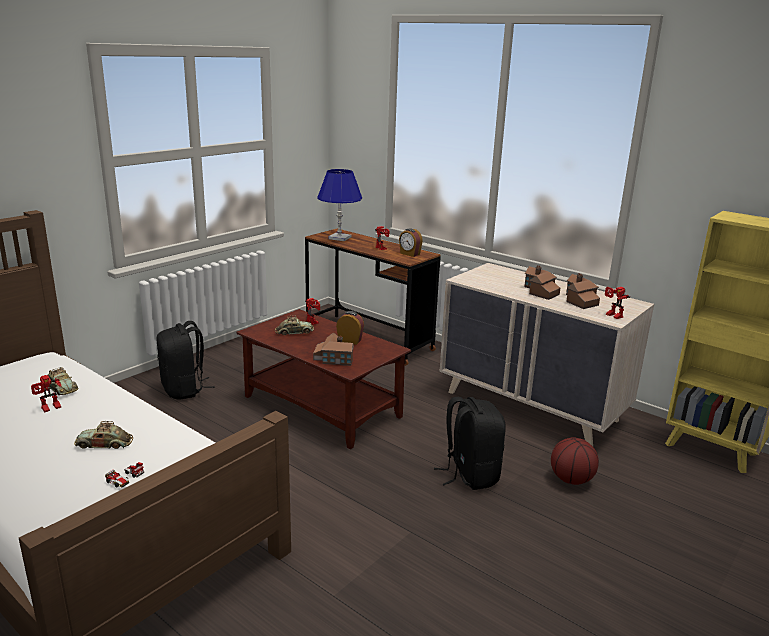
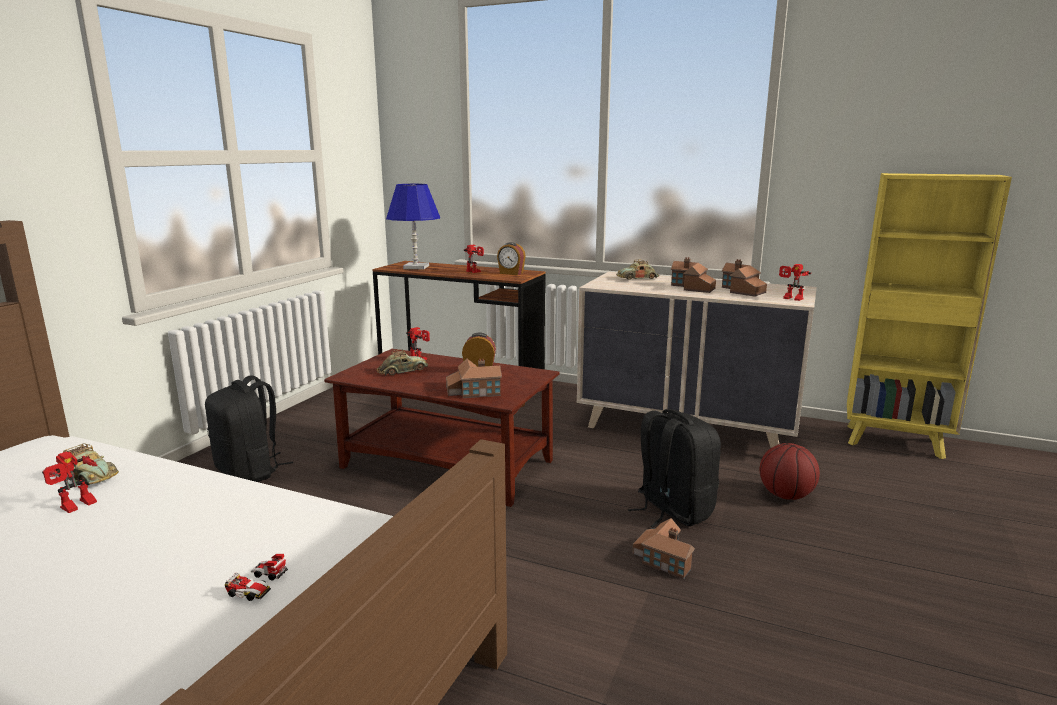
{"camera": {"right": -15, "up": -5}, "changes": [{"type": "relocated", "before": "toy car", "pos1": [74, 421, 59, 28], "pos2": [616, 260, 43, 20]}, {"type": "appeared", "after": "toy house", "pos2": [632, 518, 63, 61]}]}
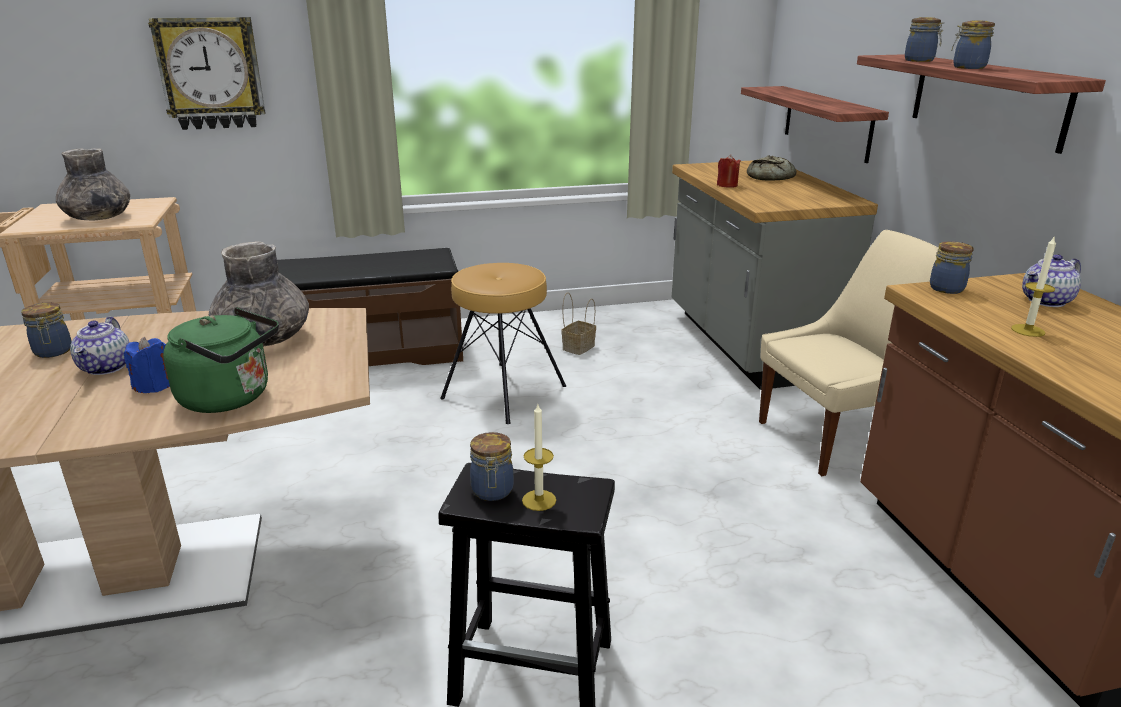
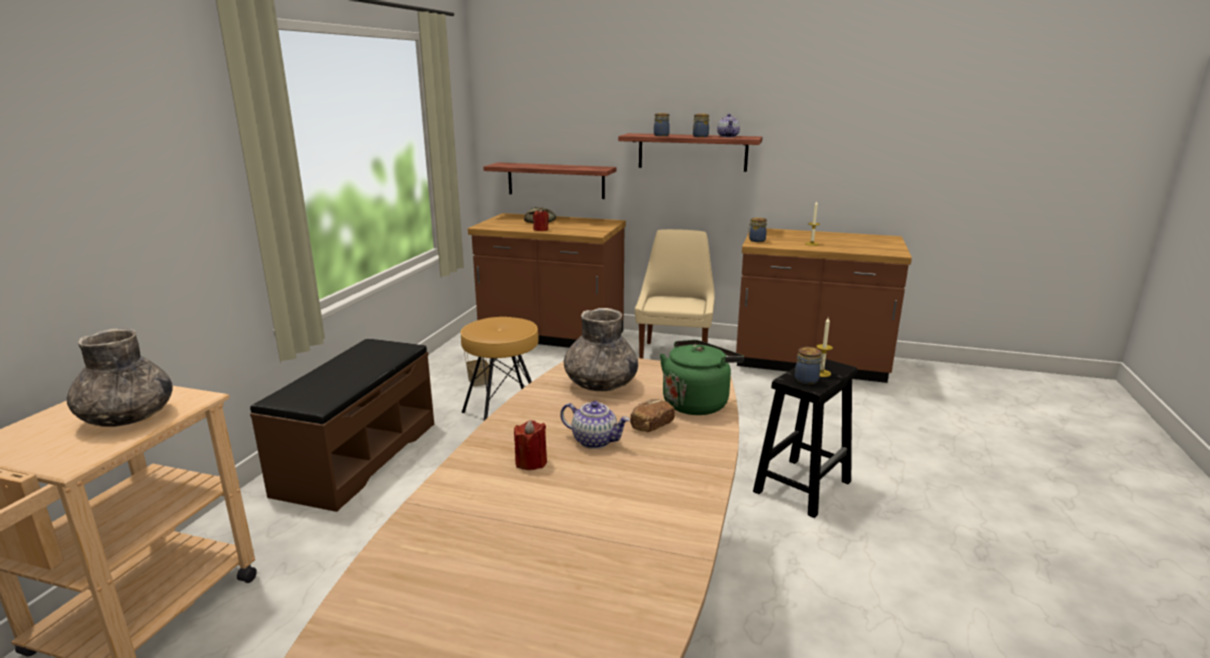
{"camera": {"right": -60, "up": -5}, "changes": [{"type": "colour", "before": "counter (grey)", "after": "counter (brown)", "pos1": [672, 160, 206, 230], "pos2": [468, 213, 158, 135]}, {"type": "exchanged", "before": "jar", "after": "candle (red)", "pos1": [21, 302, 51, 56], "pos2": [514, 420, 33, 50]}, {"type": "exchanged", "before": "candle (blue)", "after": "bread", "pos1": [124, 337, 46, 56], "pos2": [630, 399, 45, 33]}, {"type": "relocated", "before": "teapot", "pos1": [1022, 254, 59, 53], "pos2": [717, 114, 23, 23]}, {"type": "missing", "before": "wall clock", "pos1": [148, 17, 117, 113]}]}
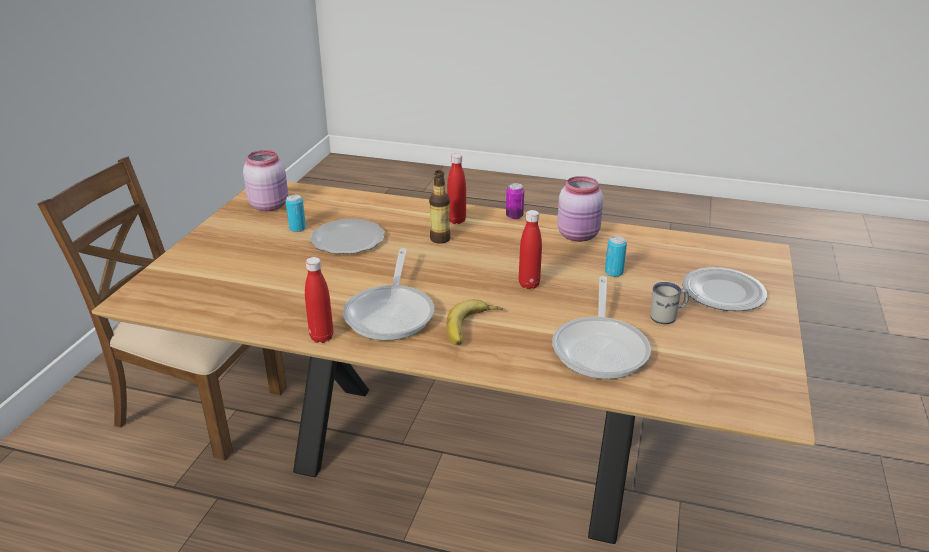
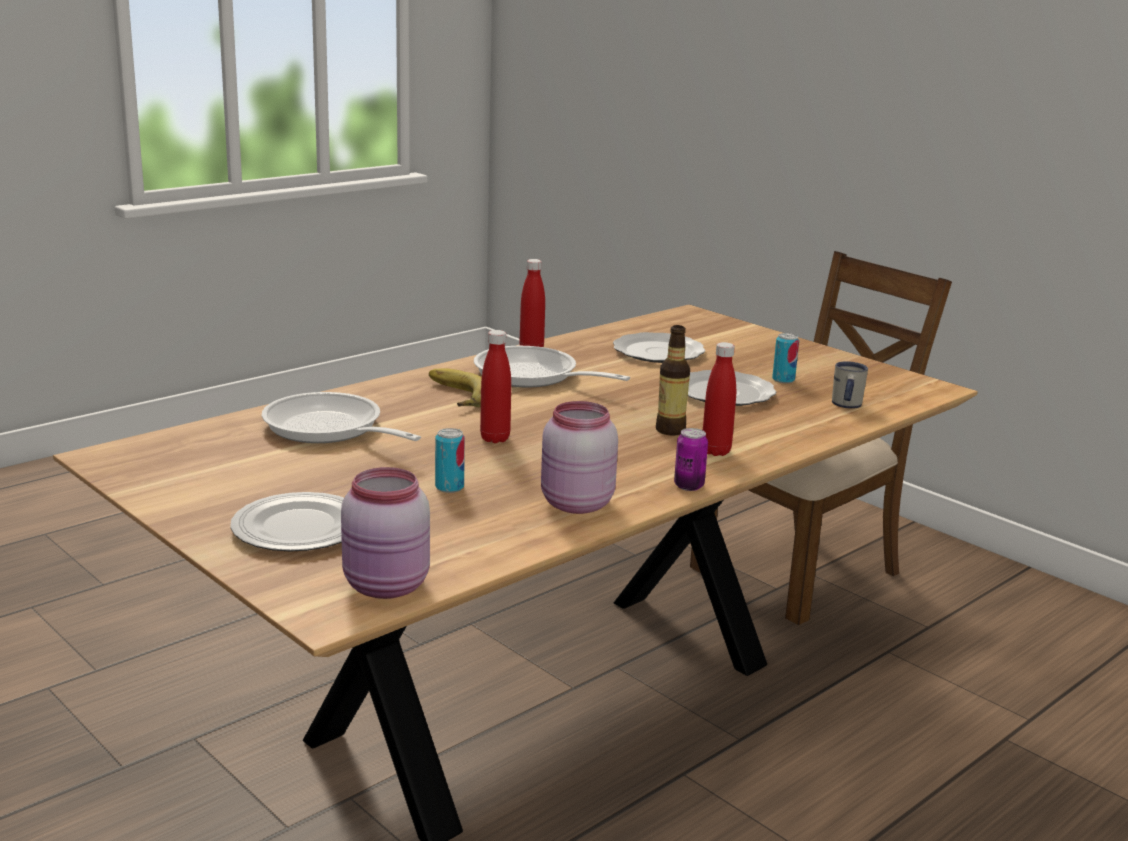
{"camera": {"right": 120, "up": -10}, "changes": [{"type": "relocated", "before": "jar (pink)", "pos1": [243, 150, 45, 61], "pos2": [341, 467, 89, 132]}, {"type": "appeared", "after": "plate", "pos2": [613, 332, 92, 31]}, {"type": "relocated", "before": "mug (white)", "pos1": [650, 282, 39, 42], "pos2": [832, 361, 36, 48]}]}
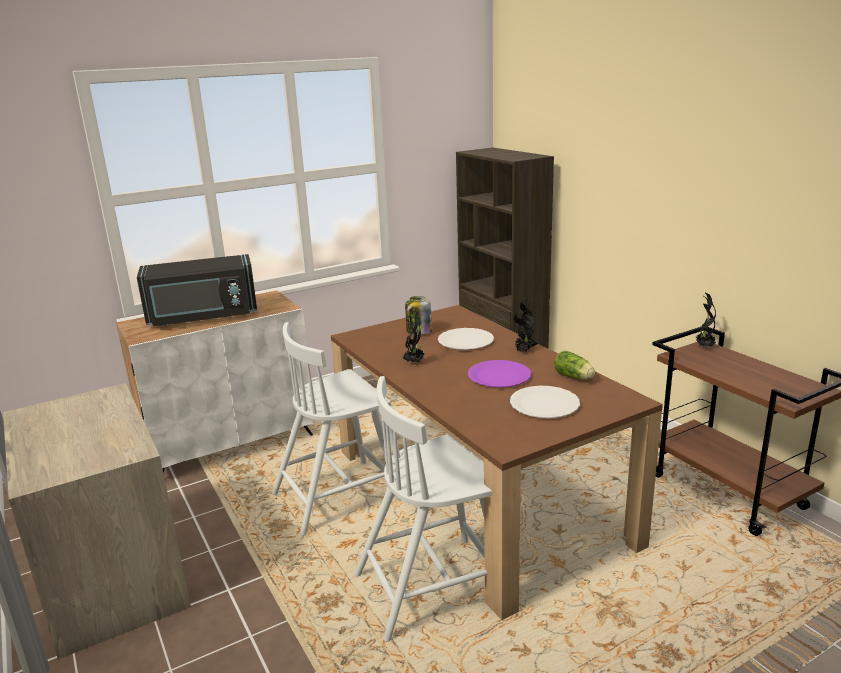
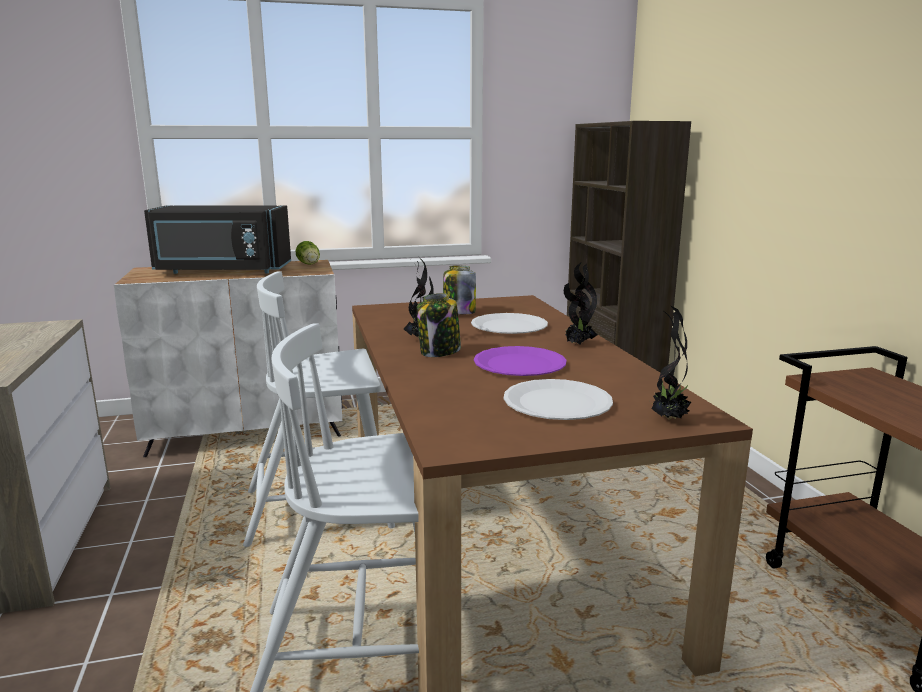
{"camera": {"right": 15, "up": -5}, "changes": [{"type": "relocated", "before": "lettuce", "pos1": [554, 351, 41, 29], "pos2": [296, 241, 24, 24]}, {"type": "appeared", "after": "jar", "pos2": [417, 293, 44, 64]}, {"type": "relocated", "before": "potted plant", "pos1": [696, 293, 20, 55], "pos2": [649, 305, 42, 115]}]}
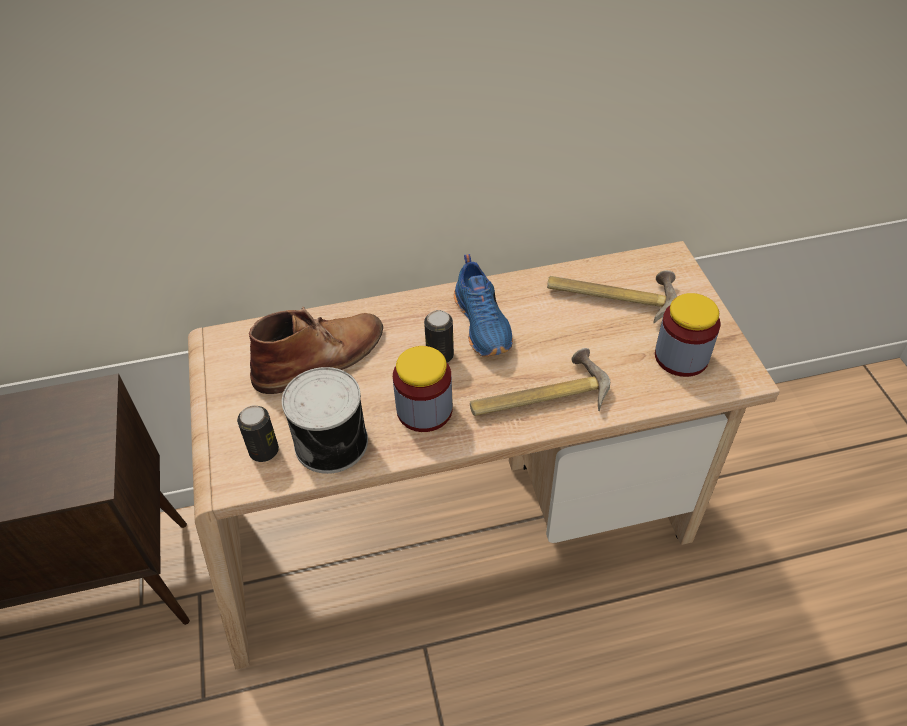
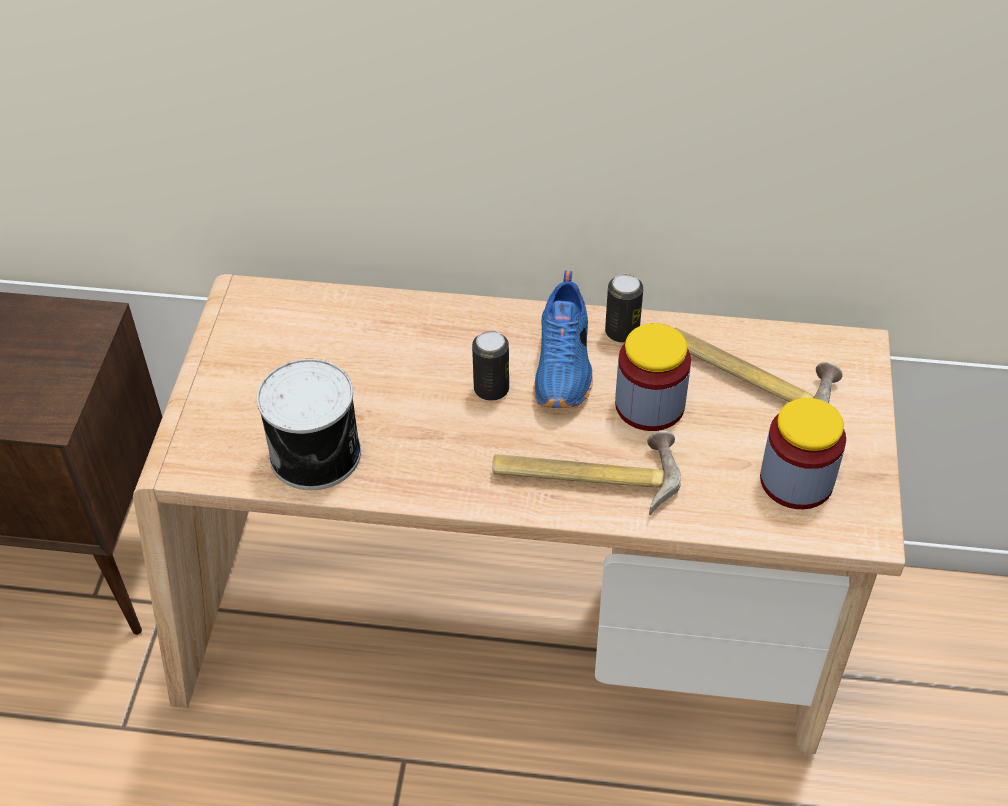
{"camera": {"right": 20, "up": 0}, "changes": [{"type": "relocated", "before": "can", "pos1": [237, 405, 42, 57], "pos2": [605, 274, 38, 68]}, {"type": "relocated", "before": "jar", "pos1": [393, 346, 60, 86], "pos2": [615, 323, 76, 108]}, {"type": "missing", "before": "boot (brown)", "pos1": [249, 307, 134, 87]}]}
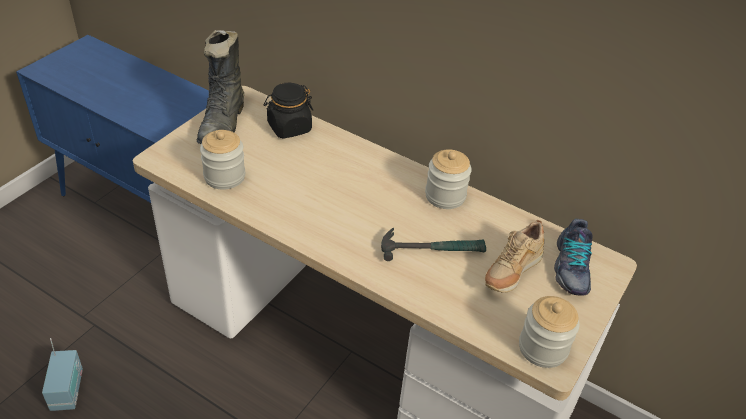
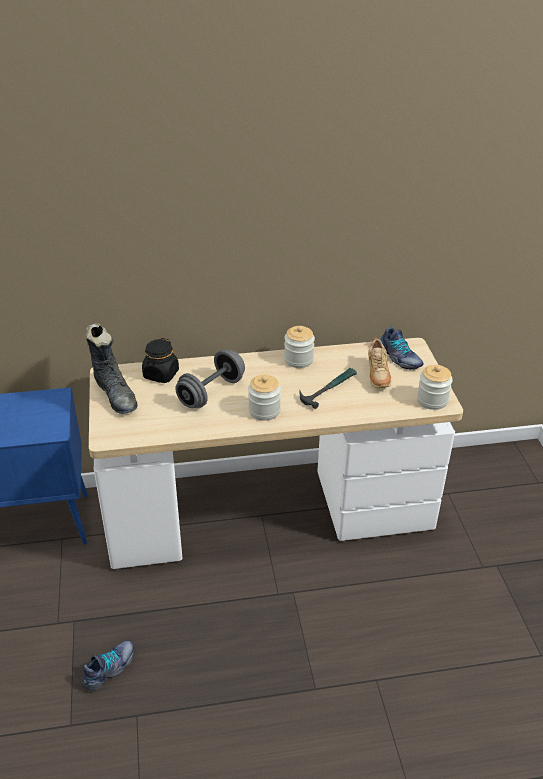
{"camera": {"right": -40, "up": -5}, "changes": [{"type": "exchanged", "before": "radio", "after": "shoe", "pos1": [42, 338, 41, 73], "pos2": [82, 640, 52, 51]}, {"type": "appeared", "after": "dumbbell (grey)", "pos2": [175, 350, 70, 58]}, {"type": "relocated", "before": "jar", "pos1": [200, 130, 45, 60], "pos2": [248, 375, 33, 46]}]}
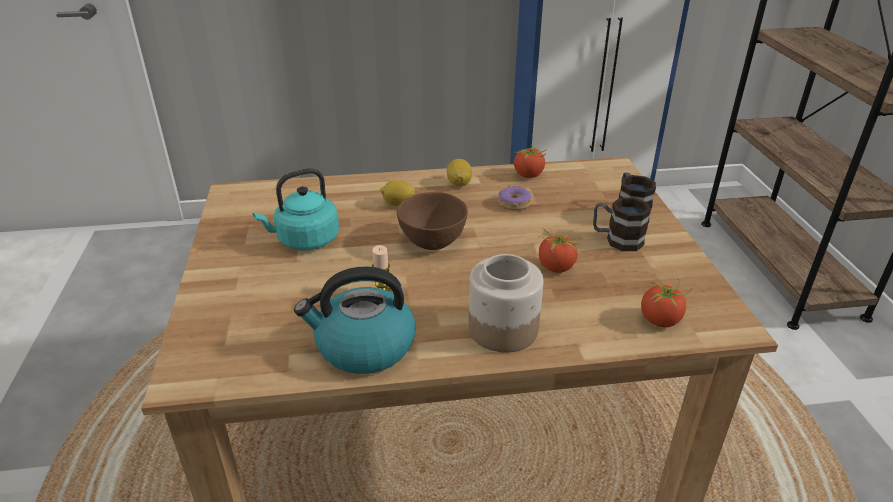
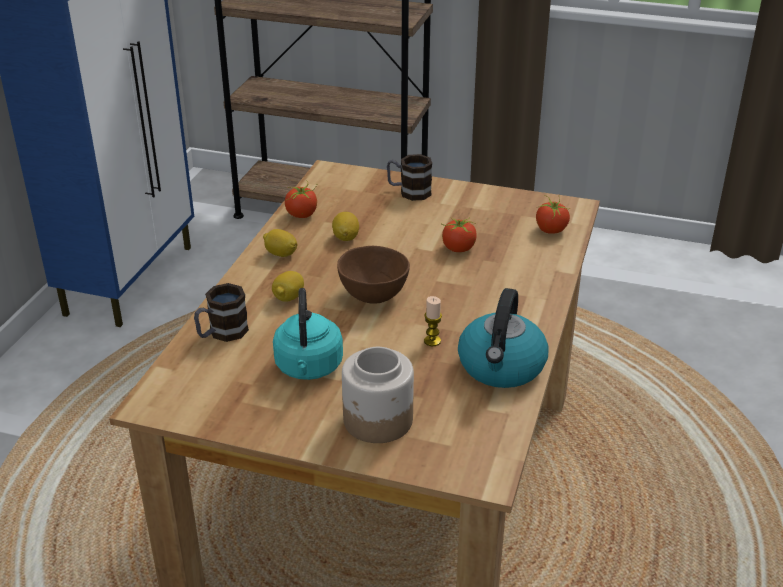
{"camera": {"right": -65, "up": 0}, "changes": [{"type": "relocated", "before": "mug", "pos1": [593, 197, 58, 54], "pos2": [194, 283, 55, 59]}, {"type": "exchanged", "before": "donut", "after": "lemon", "pos1": [498, 186, 33, 25], "pos2": [332, 212, 27, 29]}, {"type": "relocated", "before": "jar", "pos1": [468, 254, 75, 99], "pos2": [342, 347, 72, 96]}]}
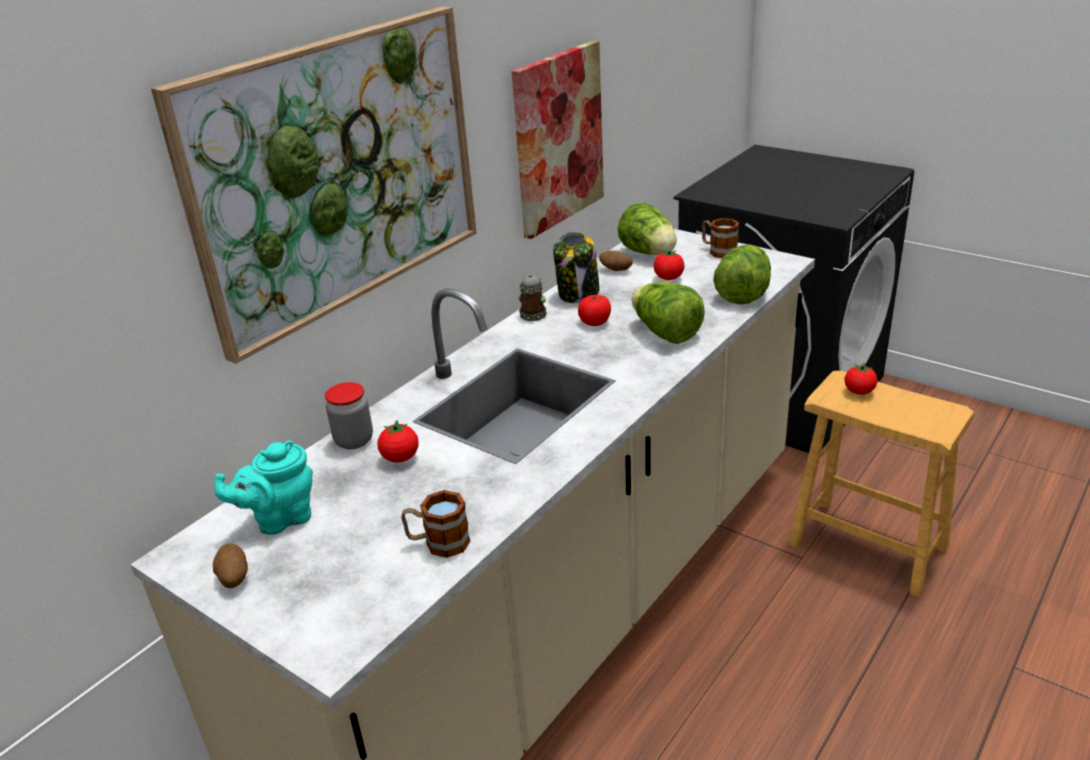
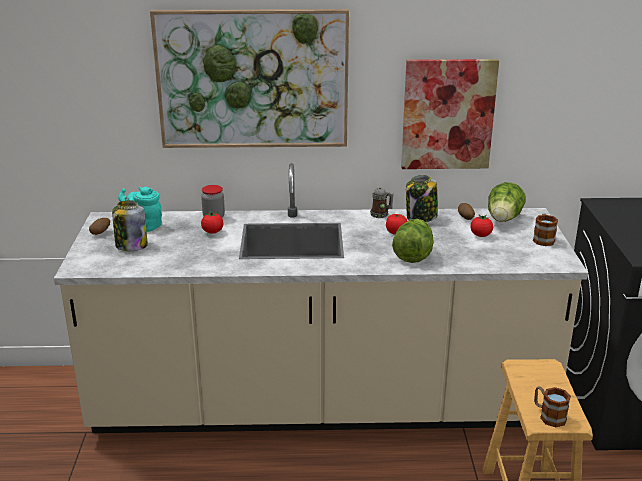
{"camera": {"right": 50, "up": -5}, "changes": [{"type": "appeared", "after": "jar", "pos2": [112, 200, 36, 51]}, {"type": "relocated", "before": "mug", "pos1": [401, 490, 69, 68], "pos2": [534, 386, 37, 41]}, {"type": "missing", "before": "lettuce", "pos1": [713, 245, 58, 60]}, {"type": "missing", "before": "tomato", "pos1": [844, 363, 33, 32]}]}
